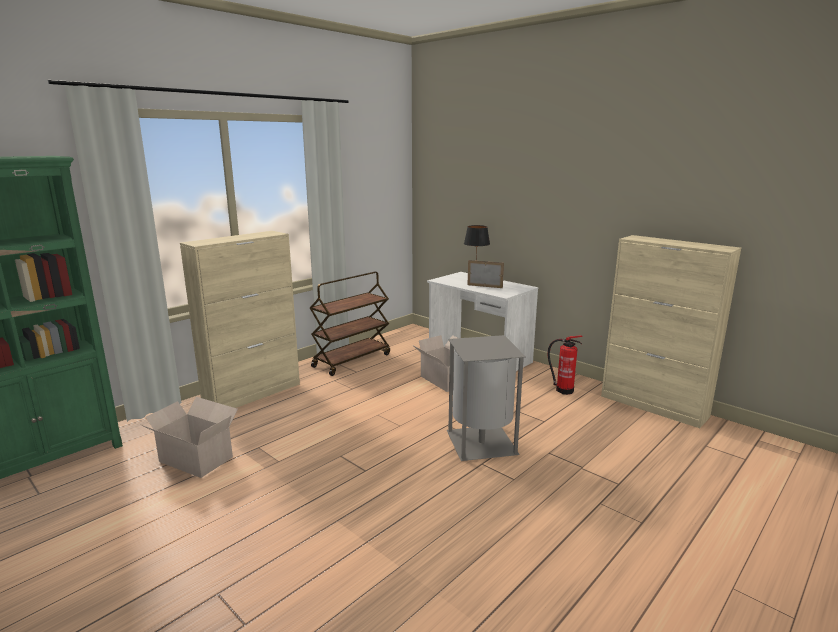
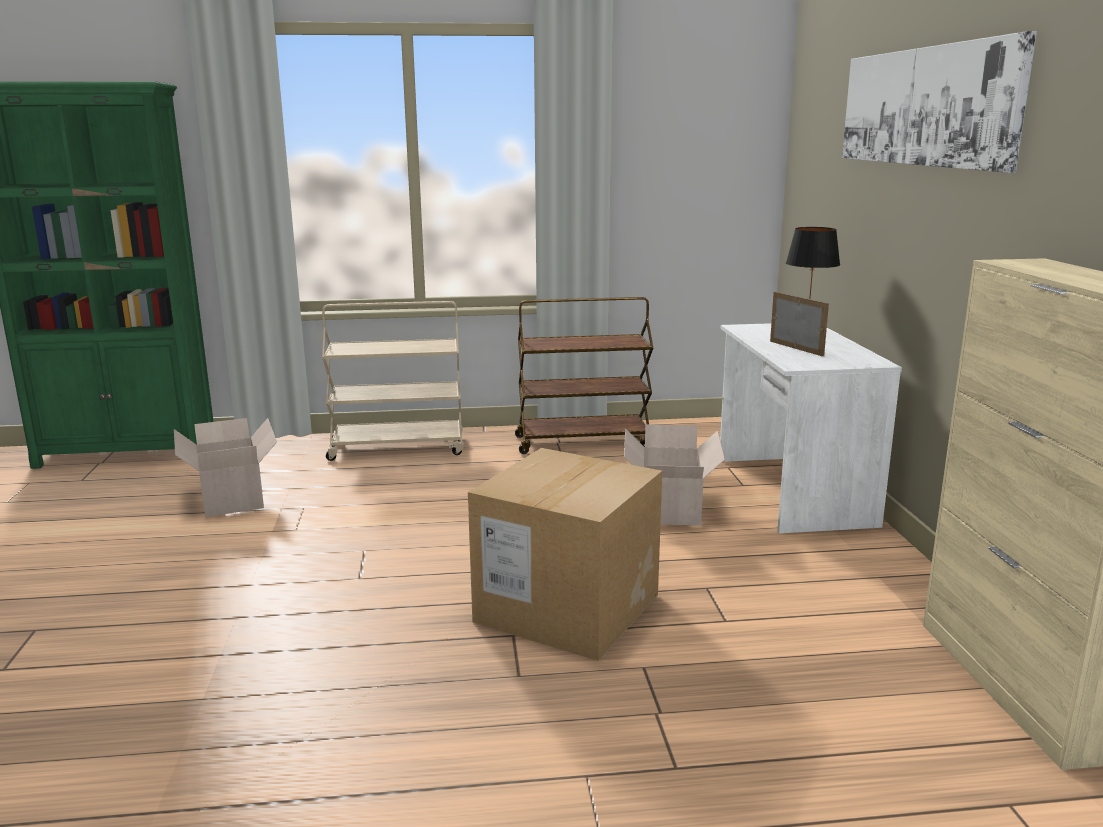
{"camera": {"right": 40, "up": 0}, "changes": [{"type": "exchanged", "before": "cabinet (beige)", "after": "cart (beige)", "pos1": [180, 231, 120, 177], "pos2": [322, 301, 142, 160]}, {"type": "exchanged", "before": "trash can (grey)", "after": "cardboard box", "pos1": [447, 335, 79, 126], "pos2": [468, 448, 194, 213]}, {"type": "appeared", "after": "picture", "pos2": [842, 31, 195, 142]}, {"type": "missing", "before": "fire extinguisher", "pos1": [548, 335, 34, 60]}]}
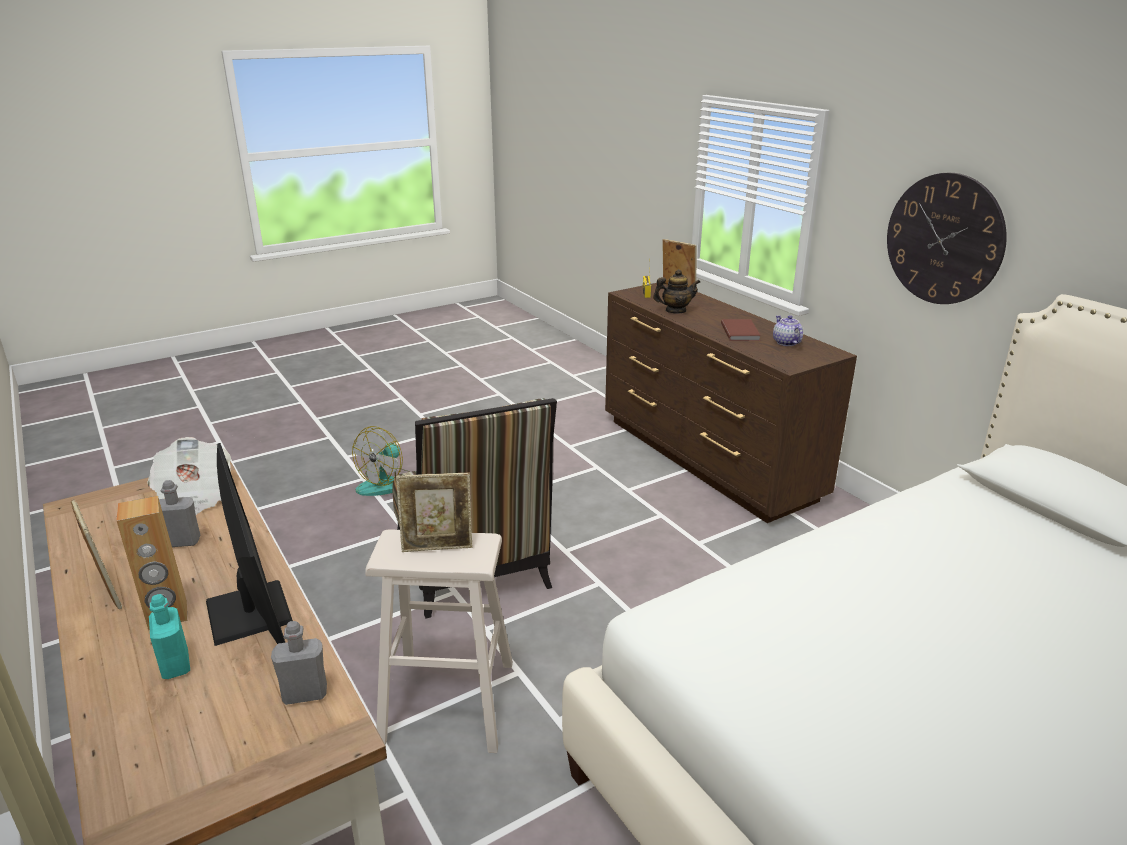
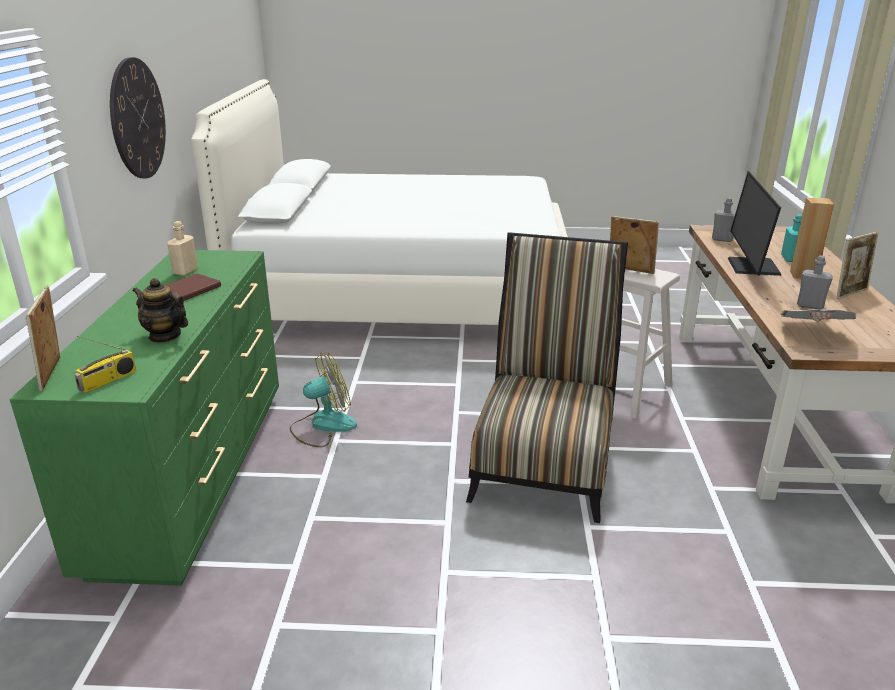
{"camera": {"right": -145, "up": 0}, "changes": [{"type": "colour", "before": "dresser (brown)", "after": "dresser (green)", "pos1": [605, 283, 252, 240], "pos2": [10, 250, 269, 336]}, {"type": "exchanged", "before": "teapot", "after": "bottle (beige)", "pos1": [773, 315, 30, 31], "pos2": [167, 221, 31, 55]}, {"type": "relocated", "before": "fan", "pos1": [352, 426, 58, 70], "pos2": [290, 352, 67, 95]}, {"type": "spun", "before": "picture frame", "pos1": [71, 499, 51, 110], "pos2": [836, 232, 43, 67], "turn": -120}]}
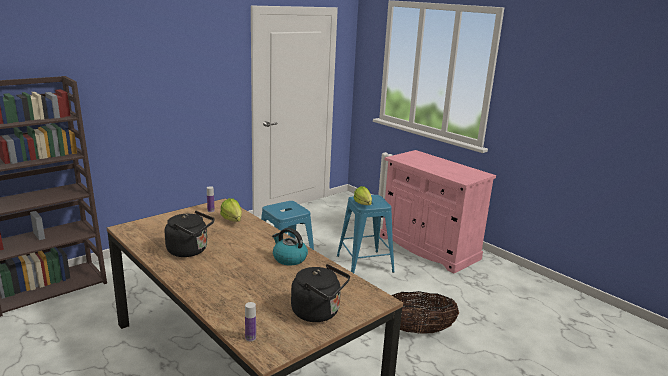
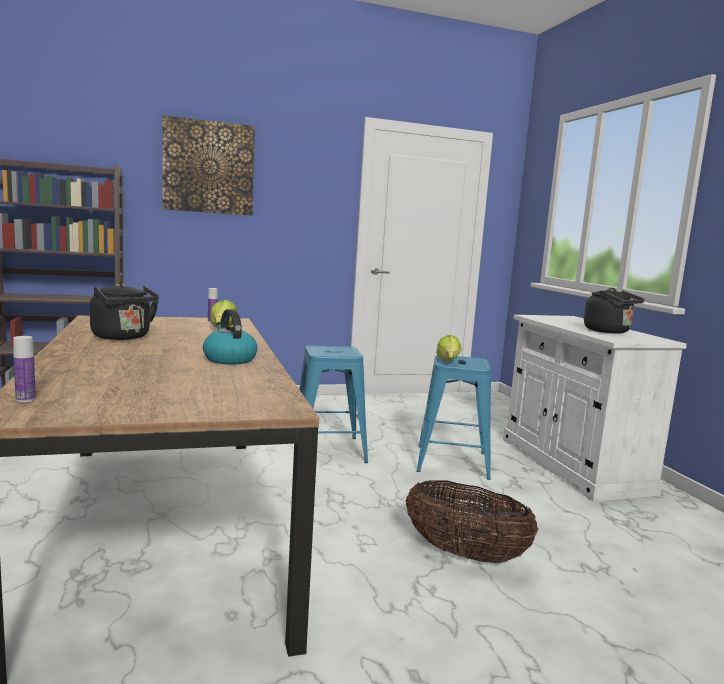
{"camera": {"right": 25, "up": -10}, "changes": [{"type": "appeared", "after": "picture", "pos2": [162, 116, 93, 99]}, {"type": "colour", "before": "cabinet (pink)", "after": "cabinet (white)", "pos1": [380, 150, 116, 123], "pos2": [503, 315, 184, 187]}, {"type": "relocated", "before": "kettle (black)", "pos1": [291, 264, 59, 58], "pos2": [584, 288, 61, 46]}]}
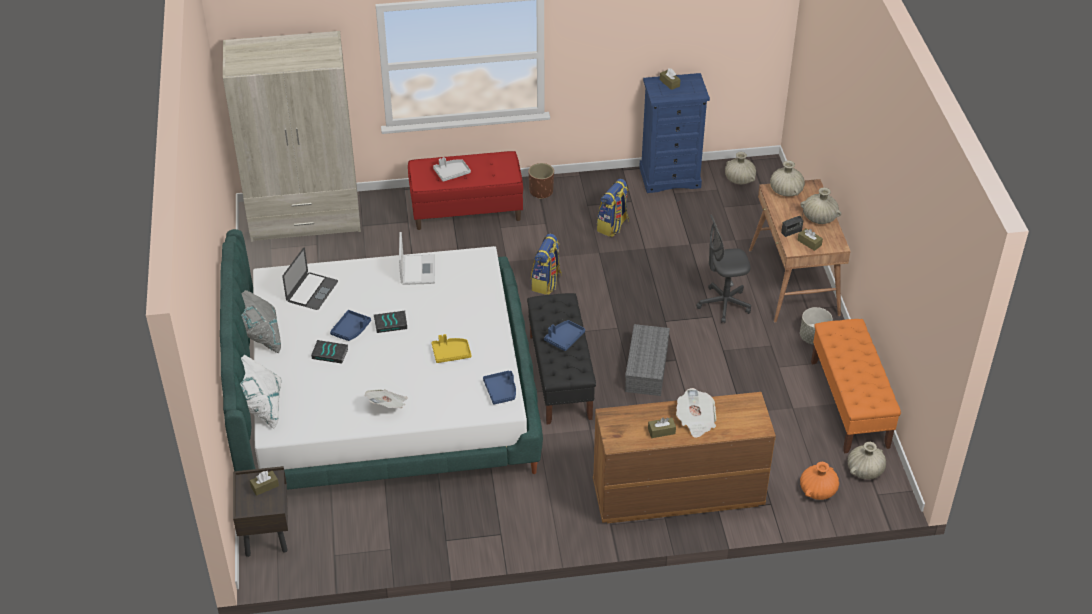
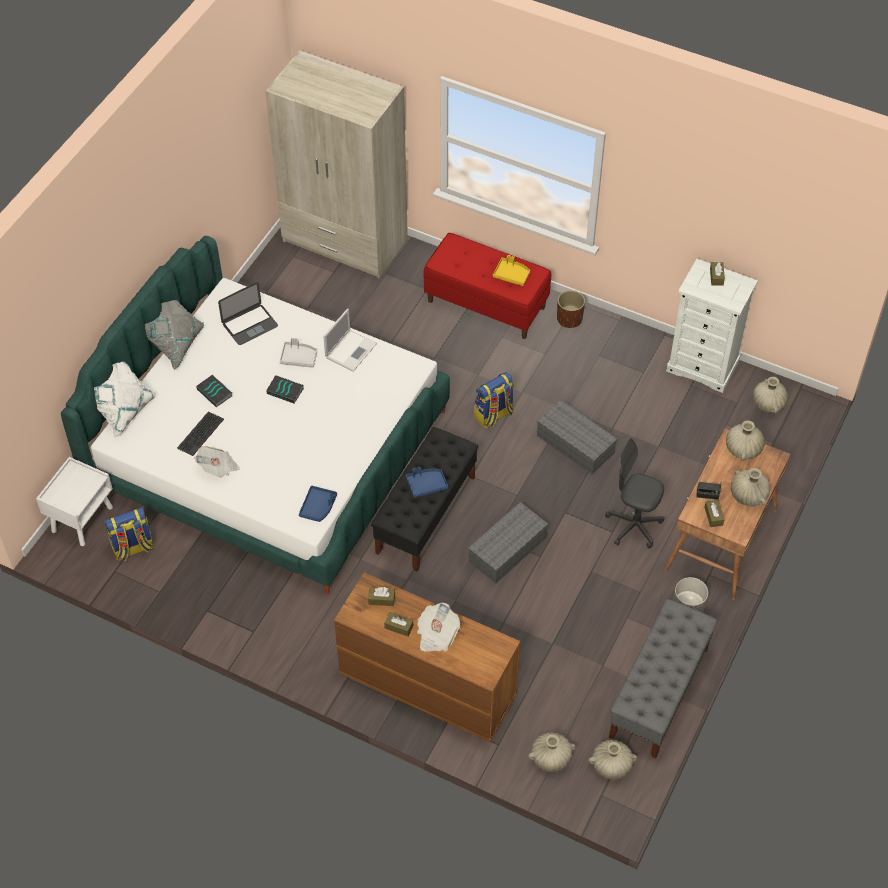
{"camera": {"right": 35, "up": 10}, "changes": [{"type": "colour", "before": "nightstand (brown)", "after": "nightstand (white)", "pos1": [233, 466, 55, 91], "pos2": [36, 457, 77, 89]}, {"type": "relocated", "before": "backpack", "pos1": [597, 179, 32, 58], "pos2": [104, 507, 50, 54]}, {"type": "appeared", "after": "keyboard", "pos2": [177, 411, 47, 45]}, {"type": "relocated", "before": "tray (grey)", "pos1": [433, 157, 38, 25], "pos2": [279, 338, 38, 30]}, {"type": "relocated", "before": "tissue box (brown)", "pos1": [250, 471, 29, 25], "pos2": [368, 587, 27, 19]}, {"type": "relocated", "before": "tray (yellow)", "pos1": [431, 334, 40, 29], "pos2": [493, 255, 37, 31]}, {"type": "colour", "before": "vase (orange)", "after": "vase (beige)", "pos1": [800, 462, 39, 38], "pos2": [528, 732, 48, 40]}, {"type": "appeared", "after": "storage box (grey)", "pos2": [537, 400, 80, 74]}, {"type": "colour", "before": "bench (orange)", "after": "bench (grey)", "pos1": [811, 319, 90, 134], "pos2": [609, 599, 109, 160]}, {"type": "colour", "before": "dresser (blue)", "after": "dresser (white)", "pos1": [639, 73, 71, 120], "pos2": [666, 259, 92, 134]}, {"type": "missing", "before": "tray (blue)", "pos1": [330, 310, 41, 31]}]}
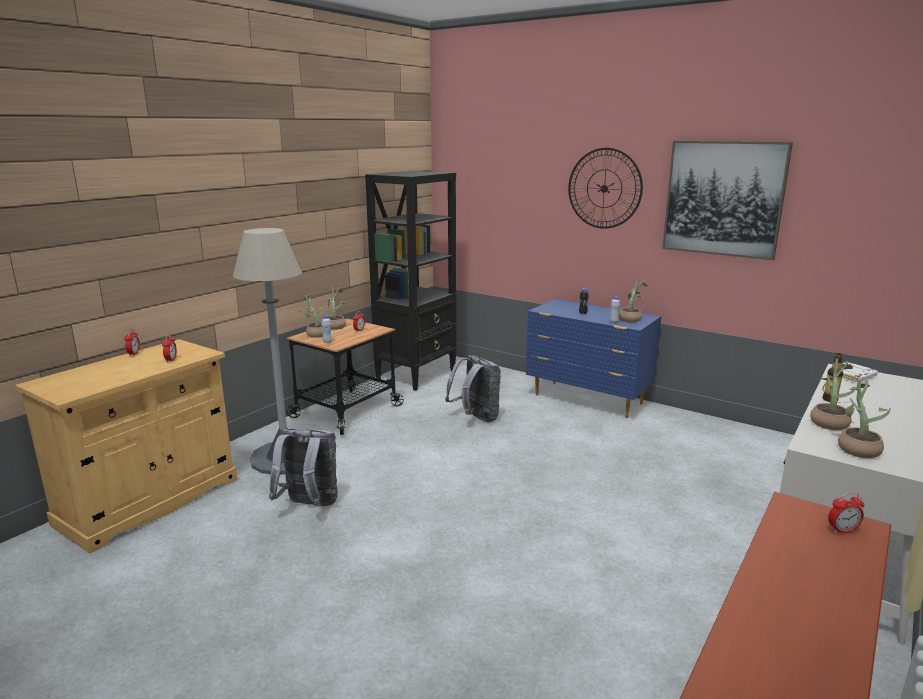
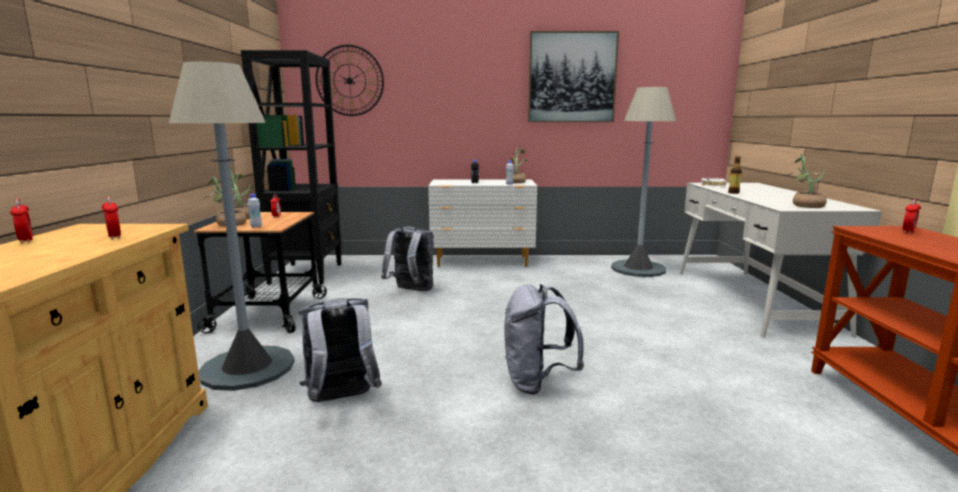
{"camera": {"right": -35, "up": -5}, "changes": [{"type": "relocated", "before": "wall clock", "pos1": [568, 148, 75, 81], "pos2": [315, 45, 69, 71]}, {"type": "colour", "before": "dresser (blue)", "after": "dresser (white)", "pos1": [526, 299, 135, 119], "pos2": [428, 180, 109, 87]}, {"type": "appeared", "after": "backpack (grey)", "pos2": [504, 284, 80, 111]}, {"type": "appeared", "after": "floor lamp (grey)", "pos2": [611, 87, 65, 190]}, {"type": "missing", "before": "potted plant", "pos1": [810, 359, 47, 71]}]}
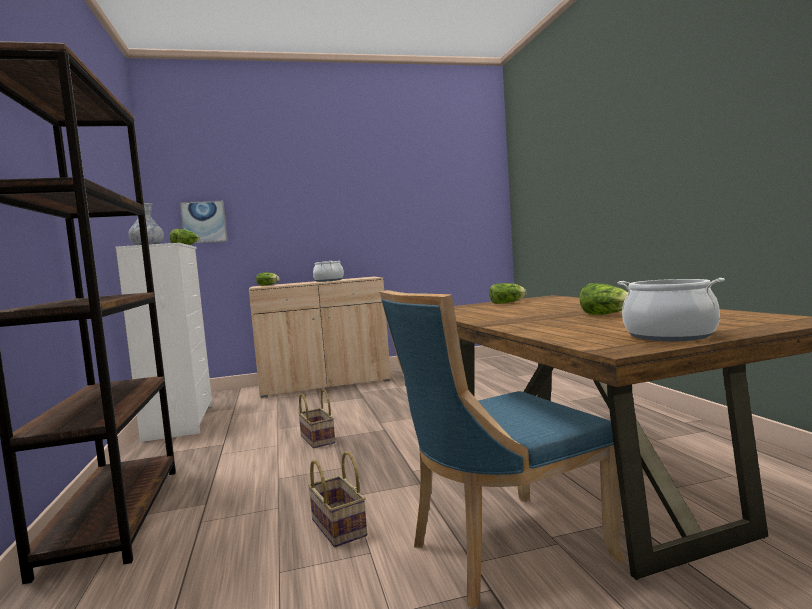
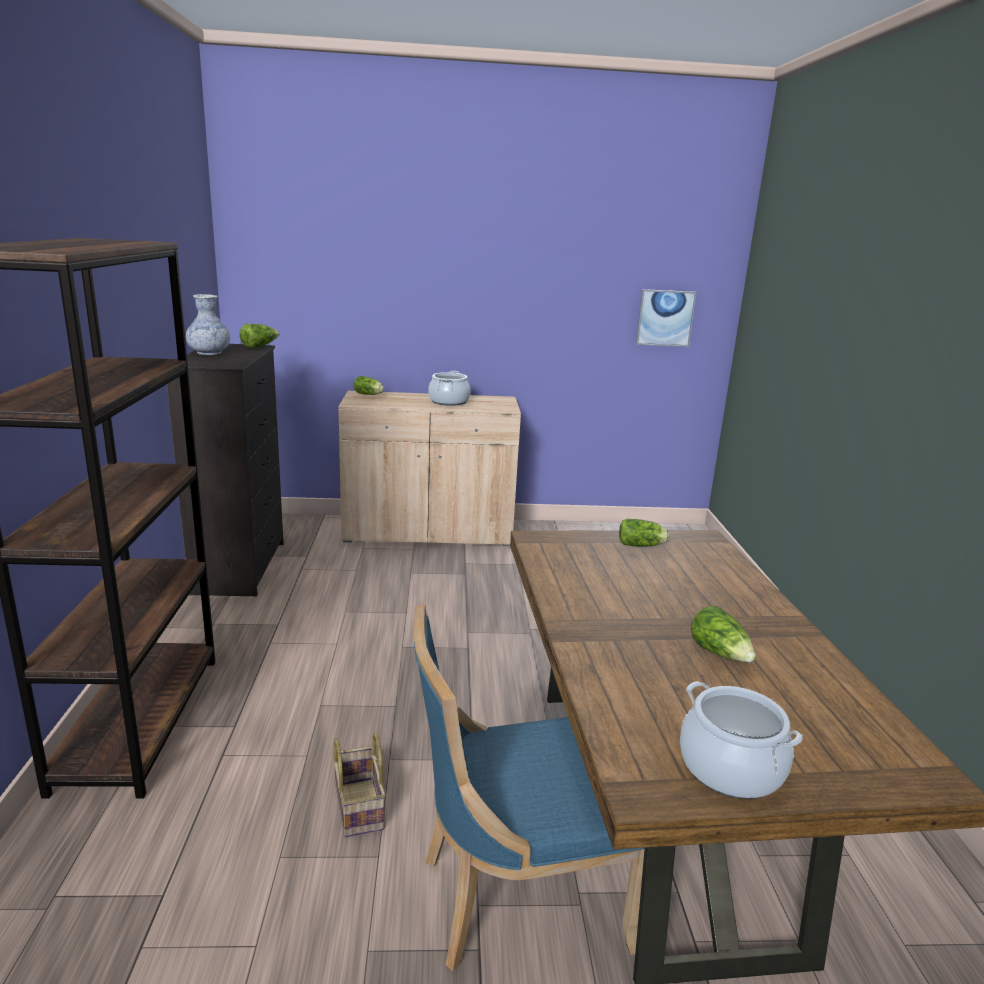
{"camera": {"right": 10, "up": 15}, "changes": [{"type": "colour", "before": "dresser (white)", "after": "dresser (black)", "pos1": [116, 243, 97, 199], "pos2": [167, 344, 117, 252]}, {"type": "relocated", "before": "picture", "pos1": [180, 201, 48, 42], "pos2": [636, 289, 61, 58]}, {"type": "missing", "before": "basket", "pos1": [298, 390, 37, 58]}]}
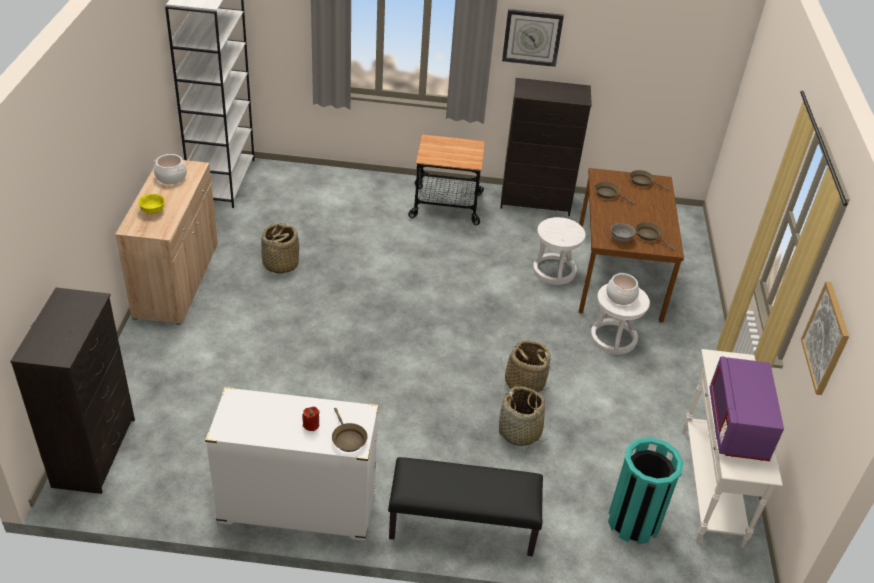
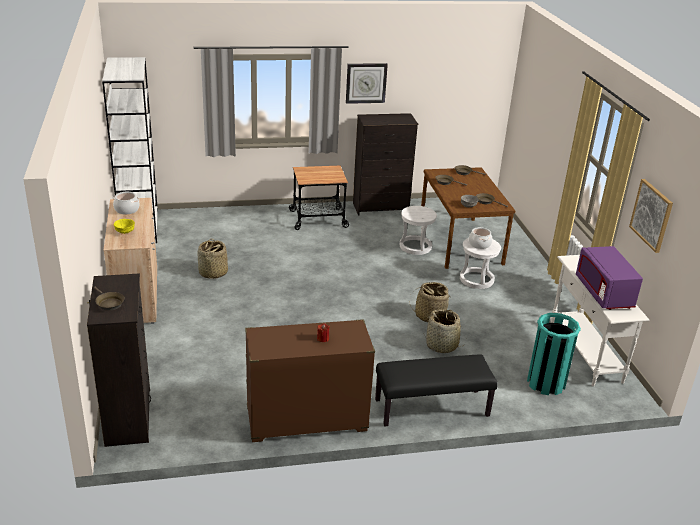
{"camera": {"right": -15, "up": -10}, "changes": [{"type": "relocated", "before": "frying pan (brown)", "pos1": [332, 408, 36, 44], "pos2": [94, 287, 31, 24]}, {"type": "colour", "before": "dresser (white)", "after": "dresser (brown)", "pos1": [205, 387, 174, 154], "pos2": [245, 319, 130, 123]}]}
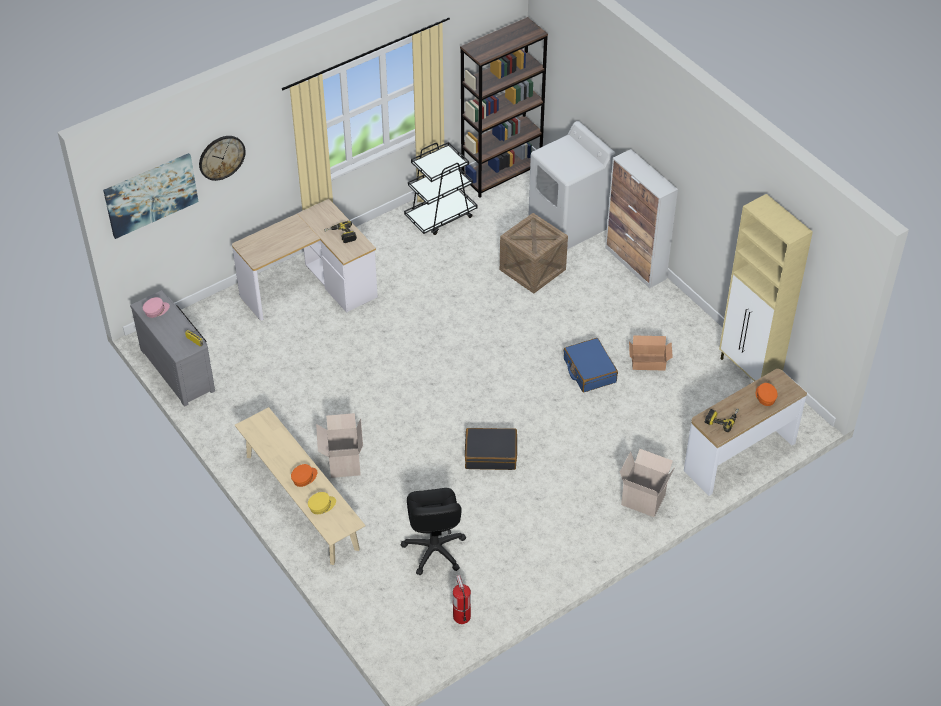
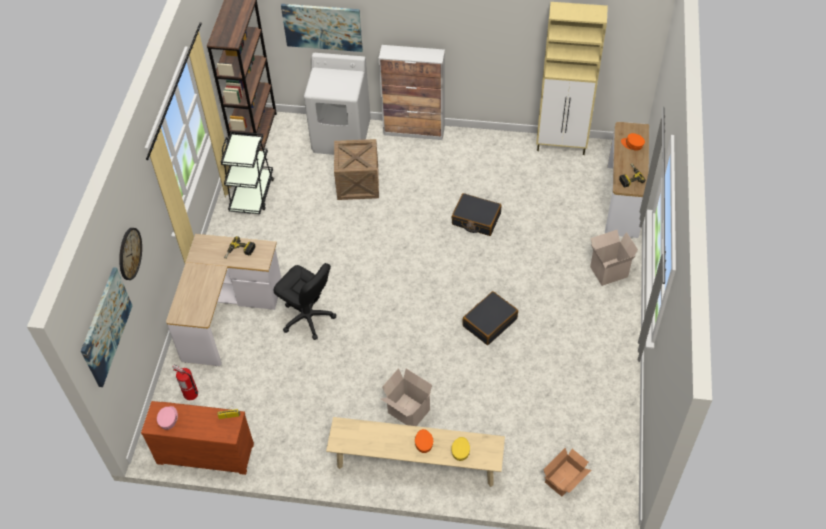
{"camera": {"right": -45, "up": 5}, "changes": [{"type": "colour", "before": "dresser (grey)", "after": "dresser (brown)", "pos1": [130, 290, 85, 116], "pos2": [141, 401, 113, 74]}, {"type": "relocated", "before": "fire extinguisher", "pos1": [453, 575, 18, 49], "pos2": [172, 365, 26, 35]}, {"type": "relocated", "before": "office chair (black)", "pos1": [401, 488, 65, 87], "pos2": [274, 263, 62, 77]}, {"type": "appeared", "after": "picture", "pos2": [281, 4, 82, 48]}, {"type": "colour", "before": "suitcase (blue)", "after": "suitcase (black)", "pos1": [564, 338, 54, 54], "pos2": [452, 193, 50, 43]}, {"type": "relocated", "before": "cardboard box", "pos1": [629, 335, 44, 36], "pos2": [543, 448, 48, 49]}]}
